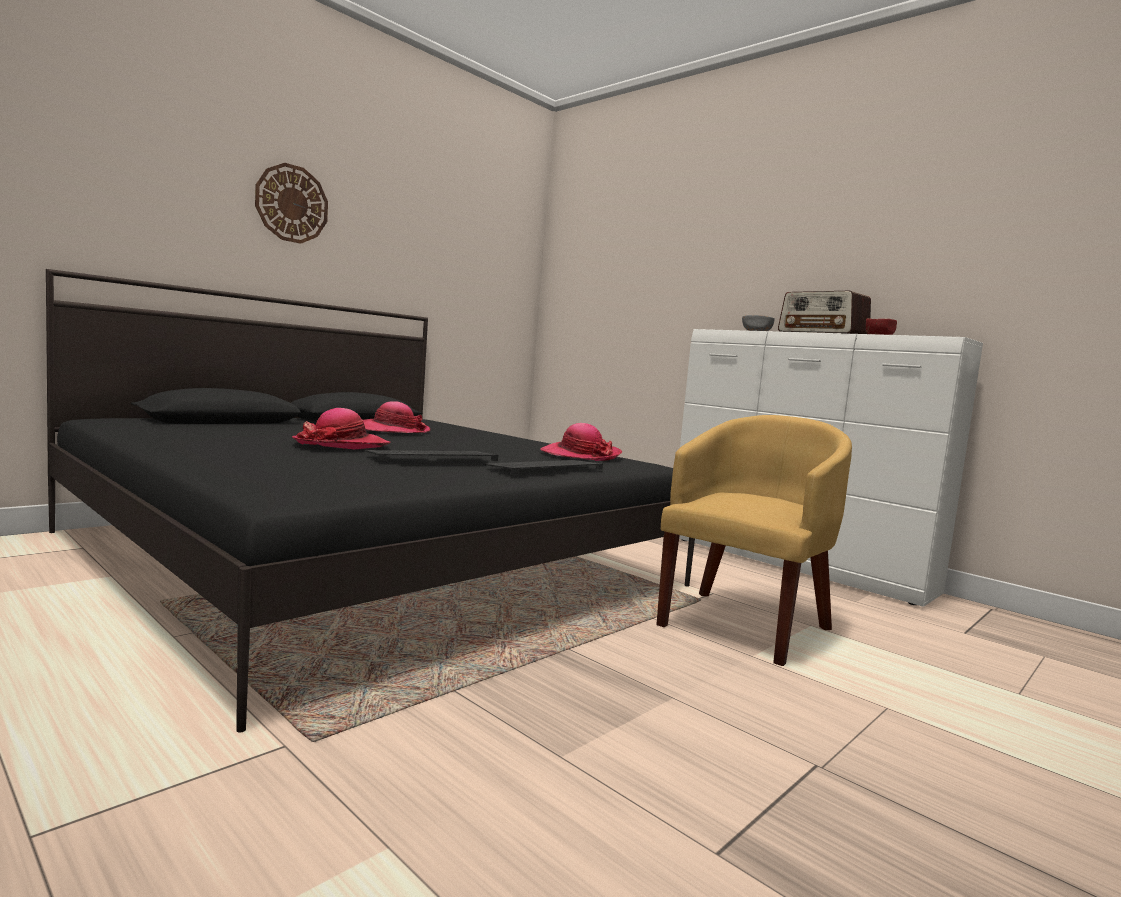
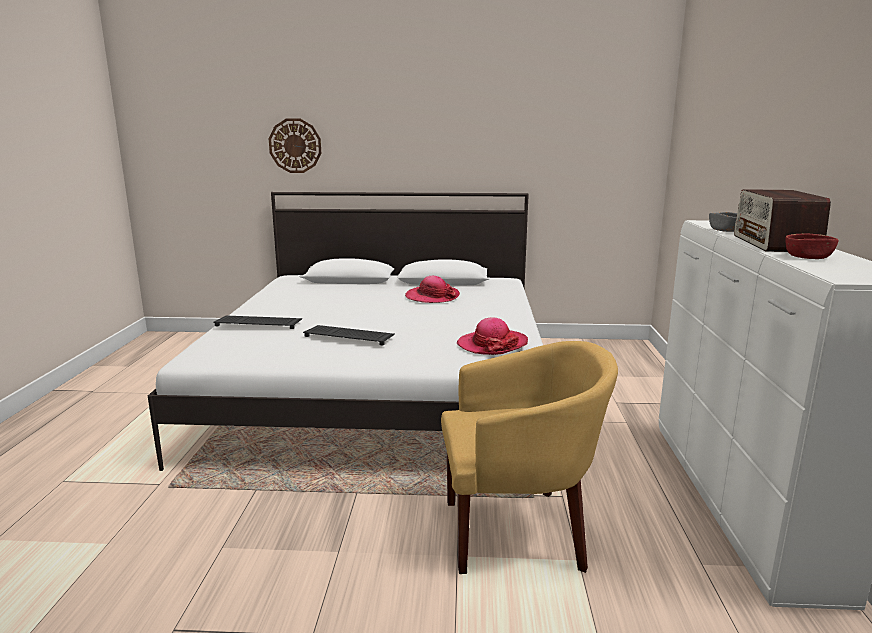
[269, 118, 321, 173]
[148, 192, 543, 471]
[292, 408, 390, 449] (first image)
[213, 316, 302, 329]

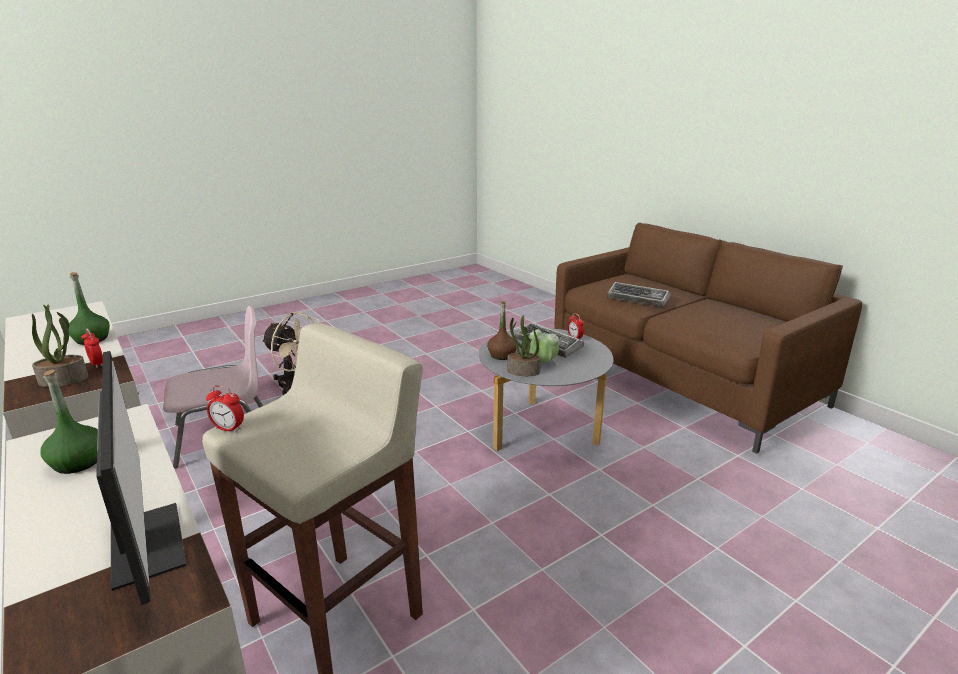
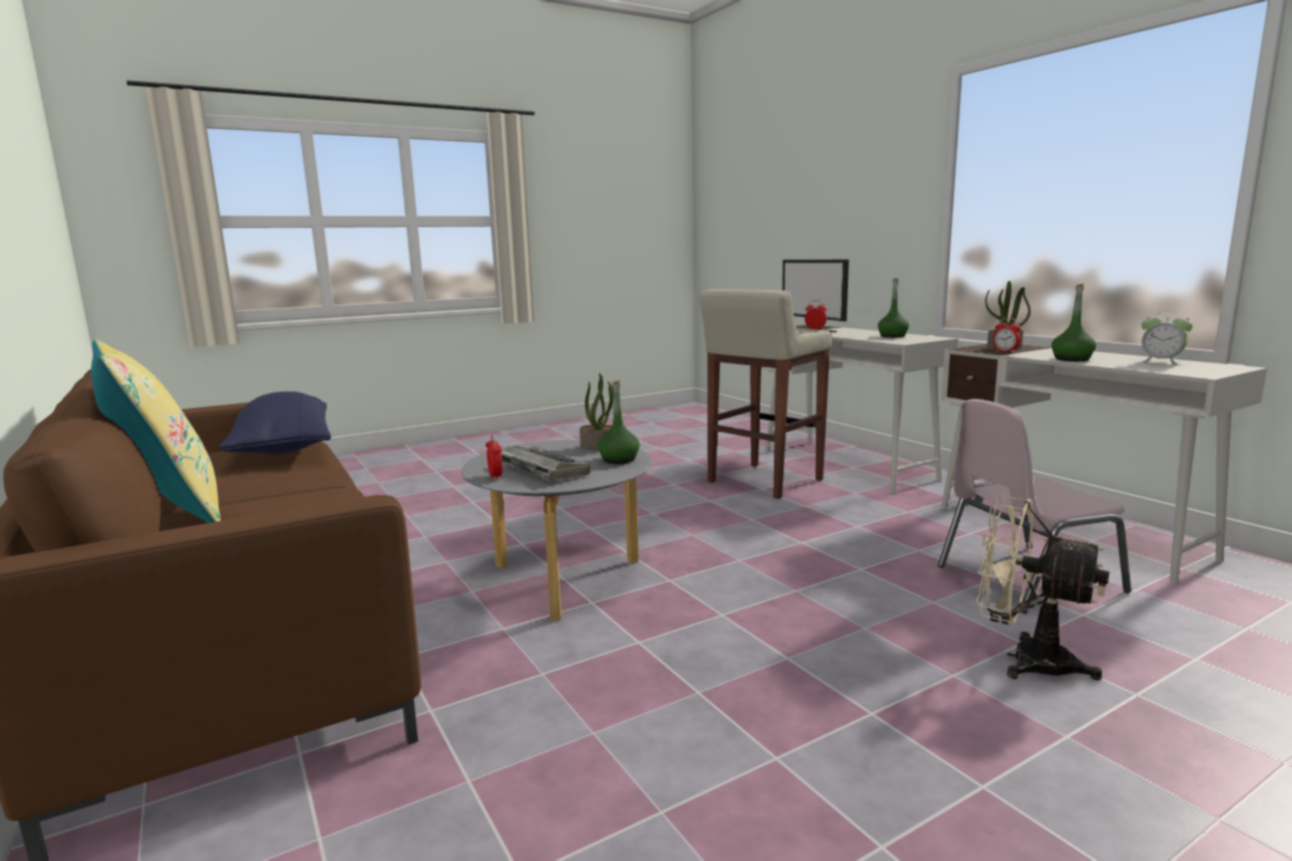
[607, 282, 670, 307] (first image)
[598, 381, 640, 464]
[1141, 310, 1193, 365]
[91, 340, 221, 523]
[219, 391, 331, 454]

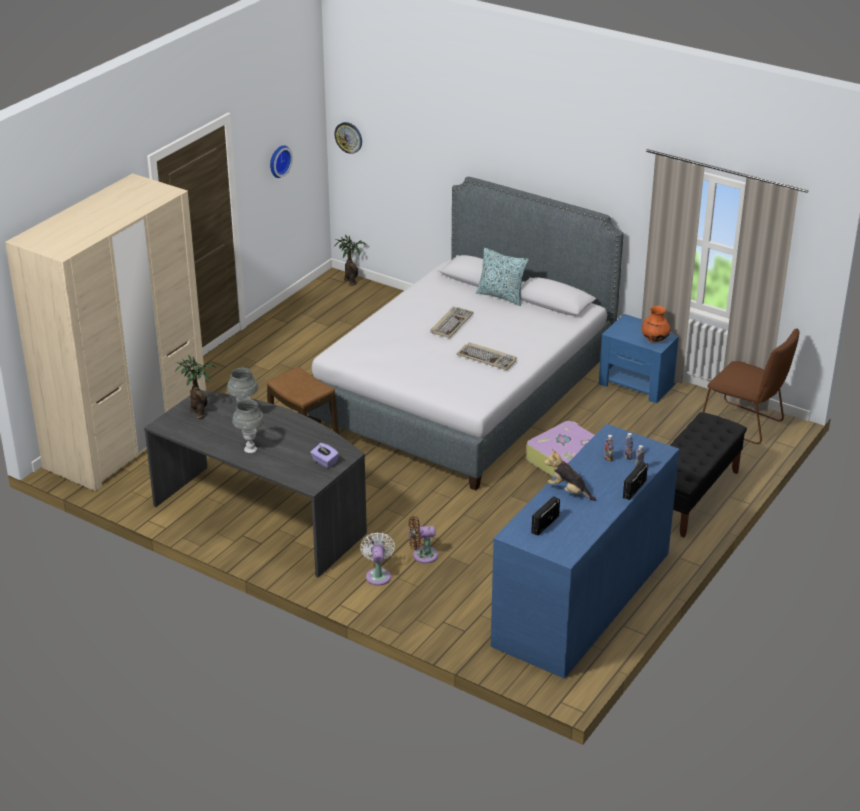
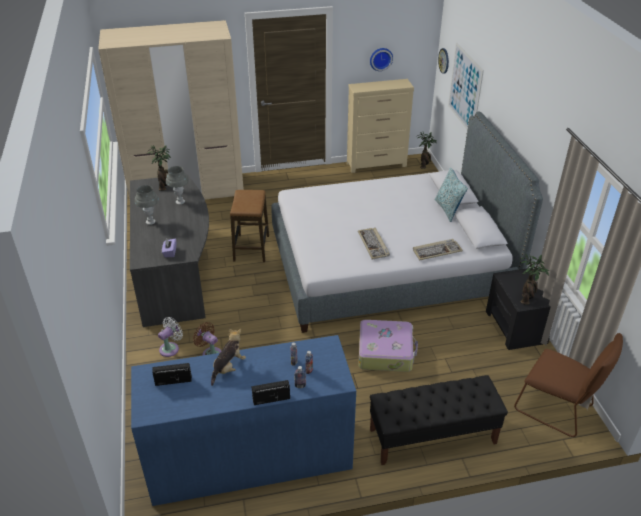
[413, 239, 463, 260]
[519, 254, 549, 305]
[486, 268, 551, 350]
[514, 333, 623, 437]
[211, 329, 246, 386]
[448, 43, 484, 129]
[347, 79, 414, 173]

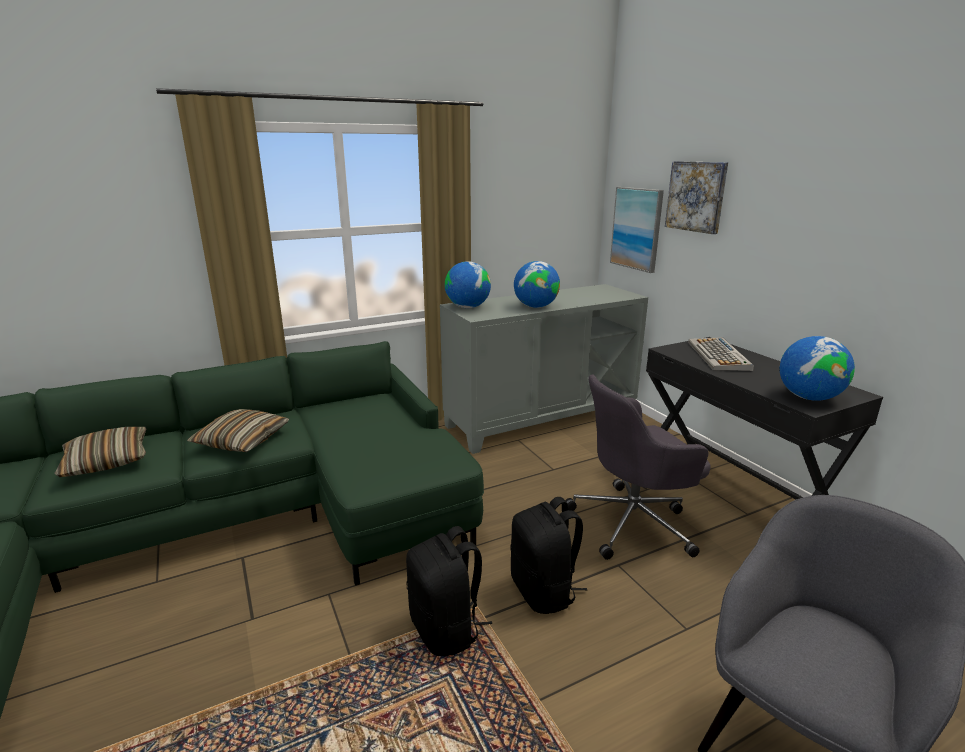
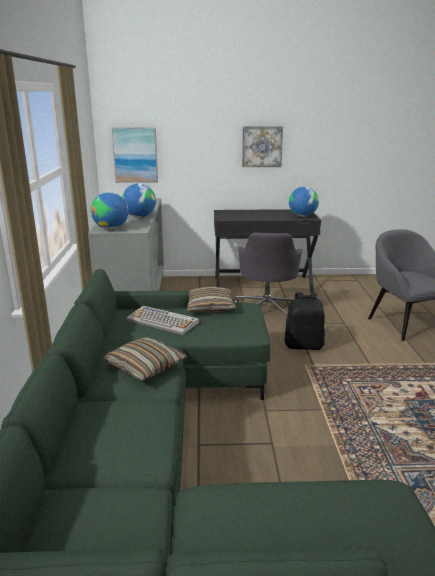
[242, 126, 283, 167]
[126, 306, 199, 335]
[187, 287, 236, 313]
[406, 526, 492, 656] (first image)

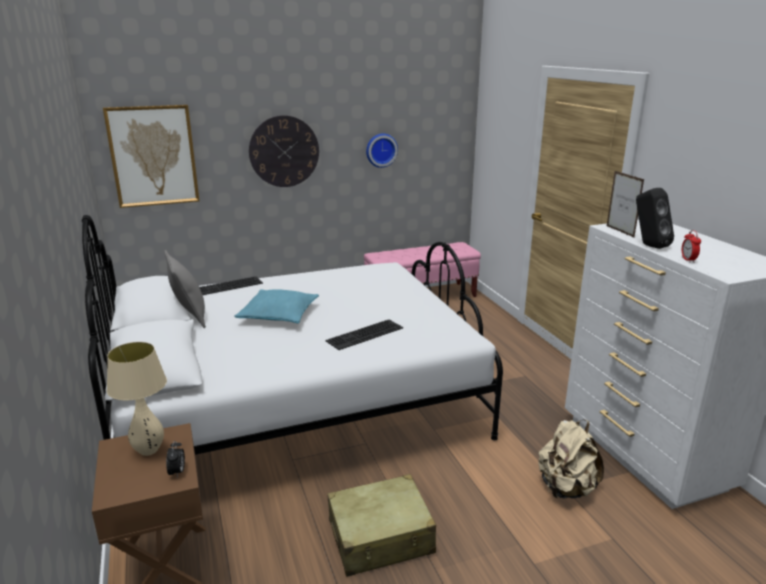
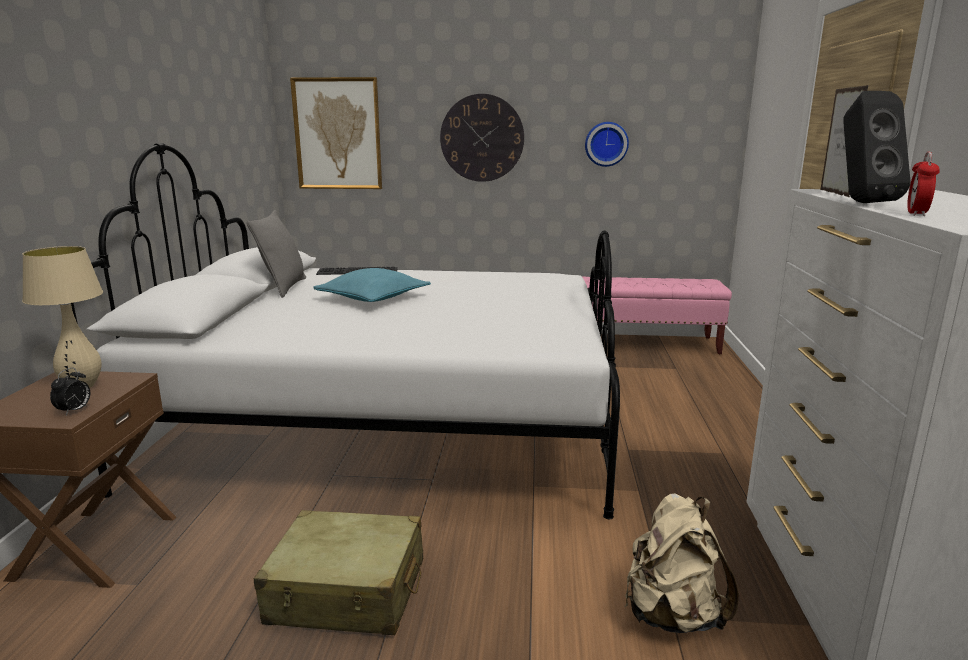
[325, 320, 403, 350] (first image)

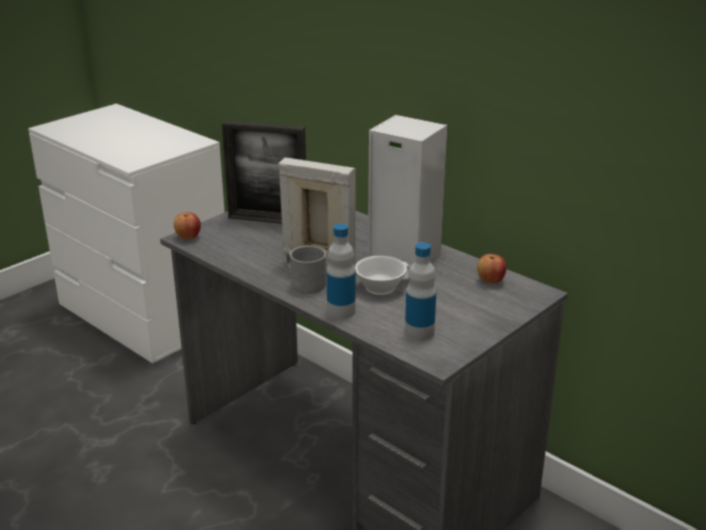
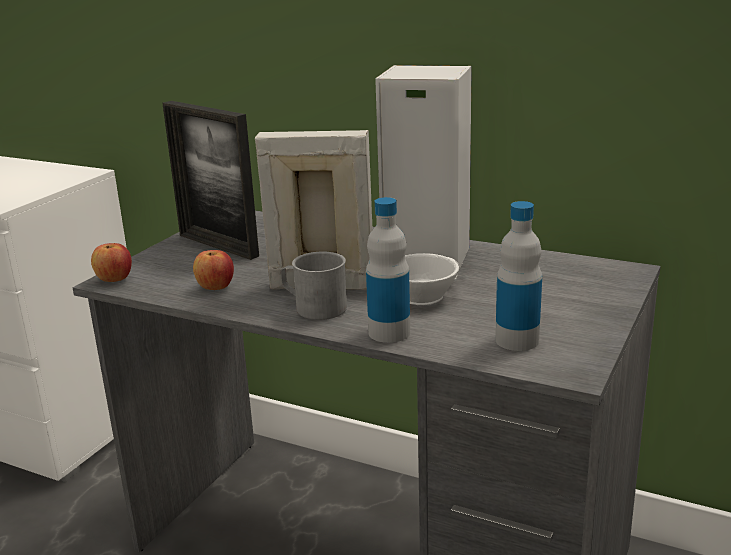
[162, 101, 259, 260]
[193, 250, 234, 290]

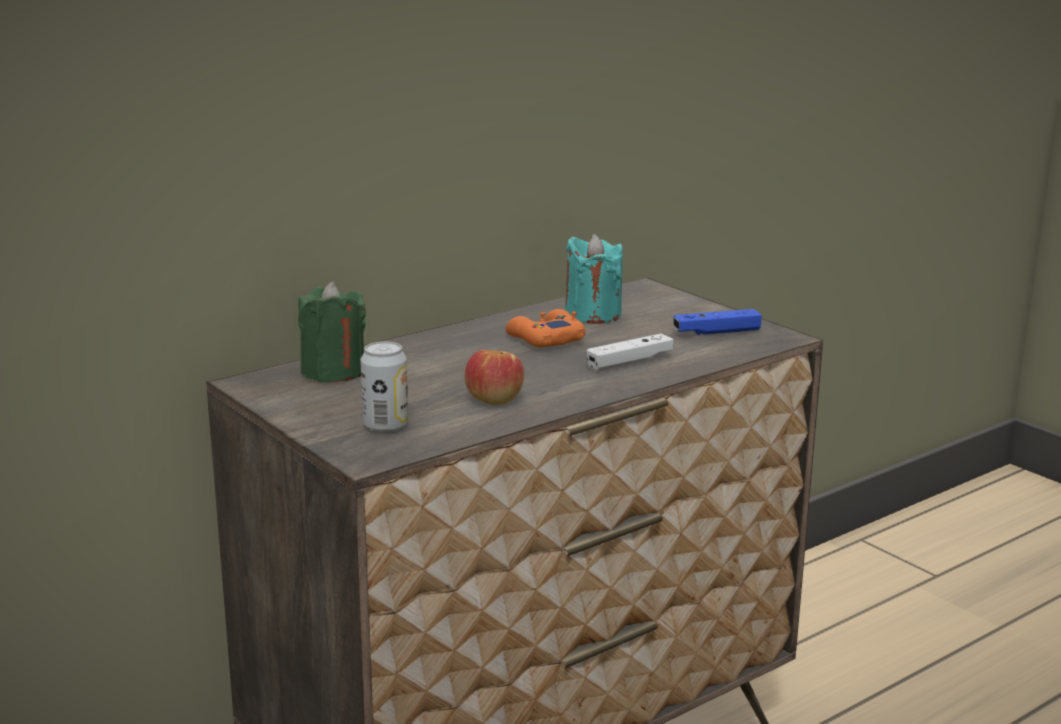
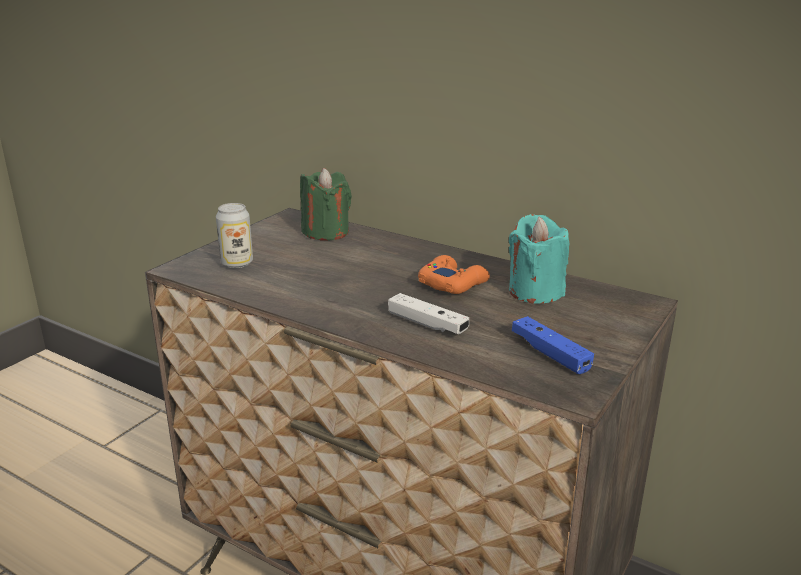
[464, 350, 524, 405] (first image)

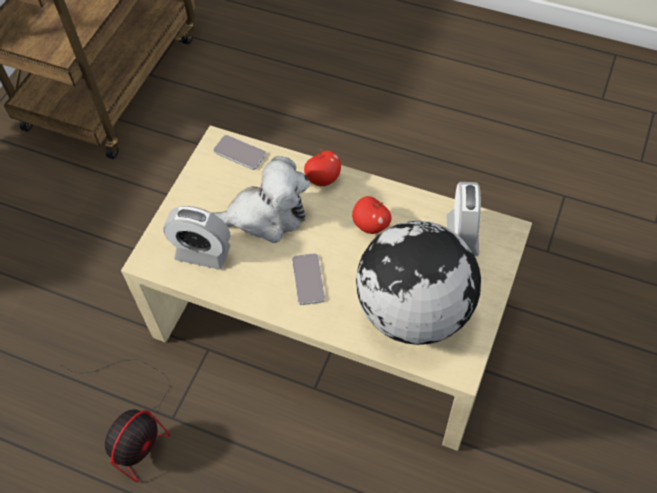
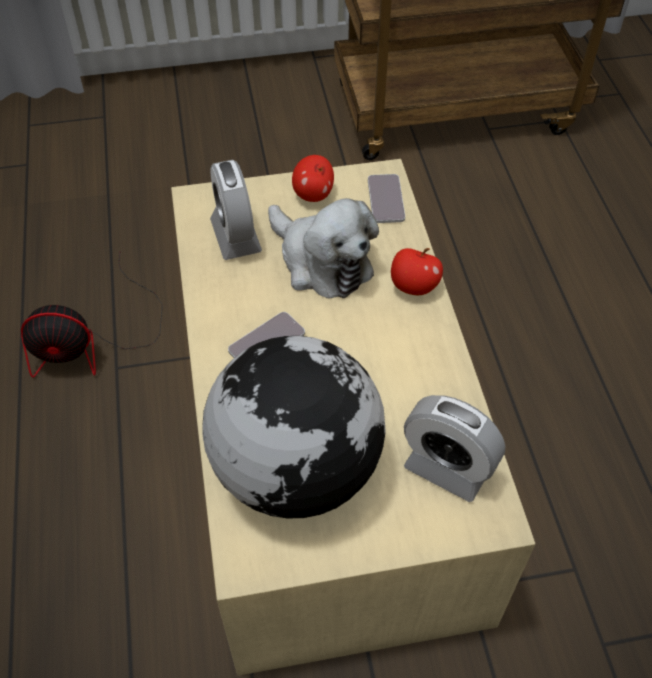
[404, 395, 505, 502]
[292, 155, 334, 202]

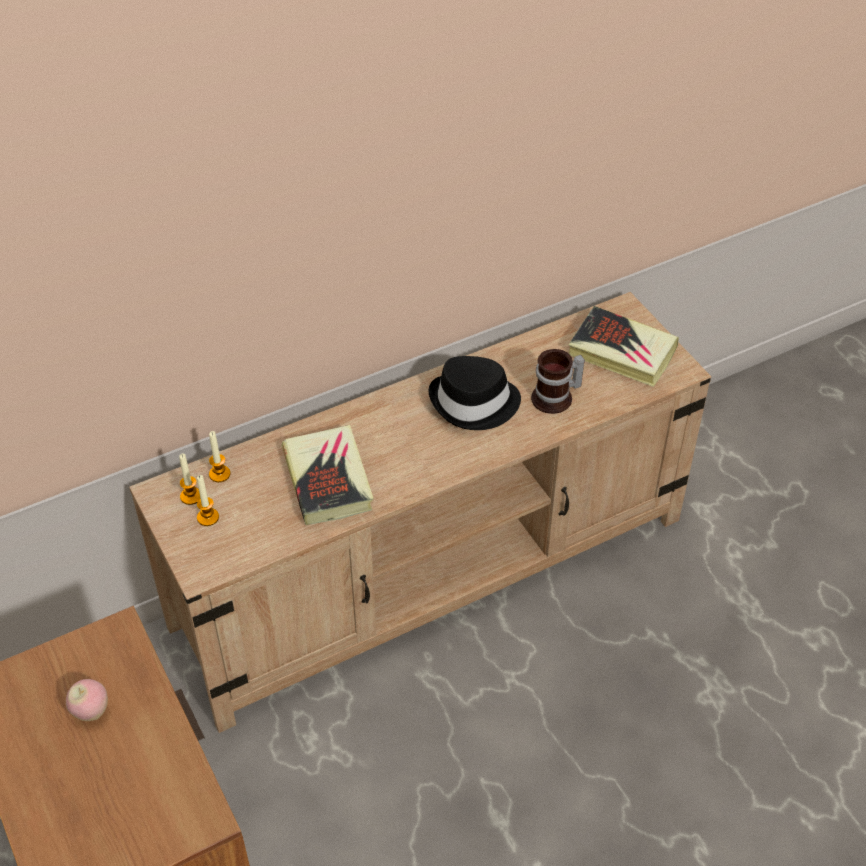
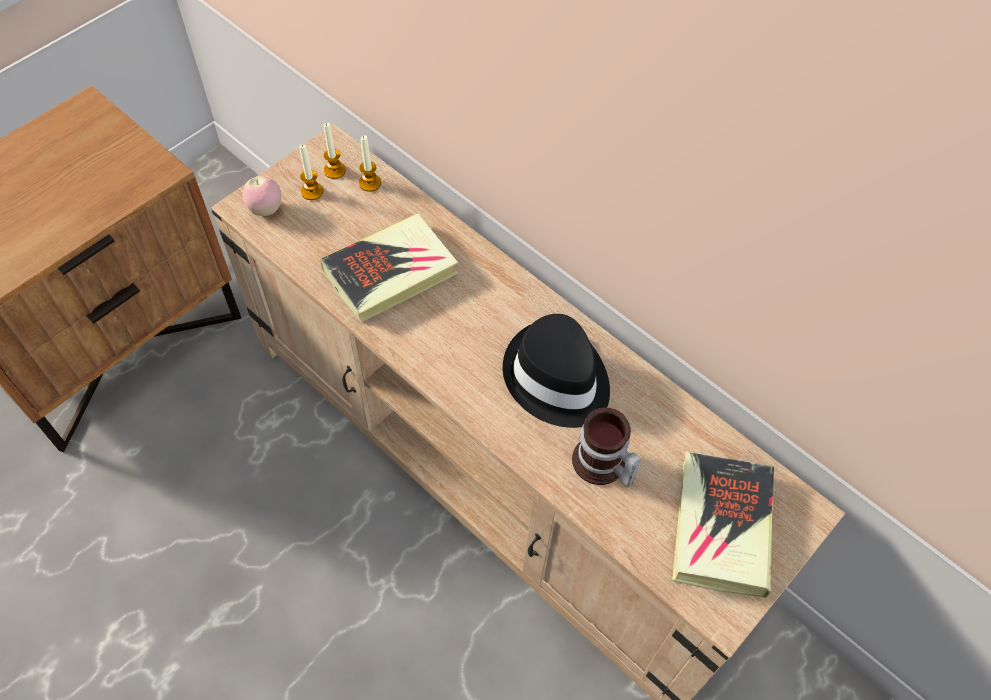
[243, 176, 281, 216]

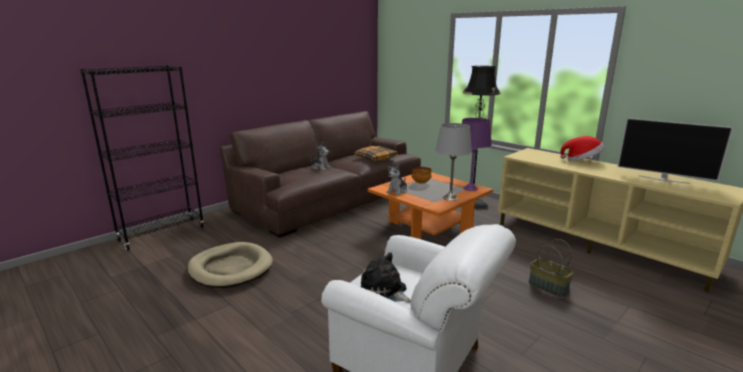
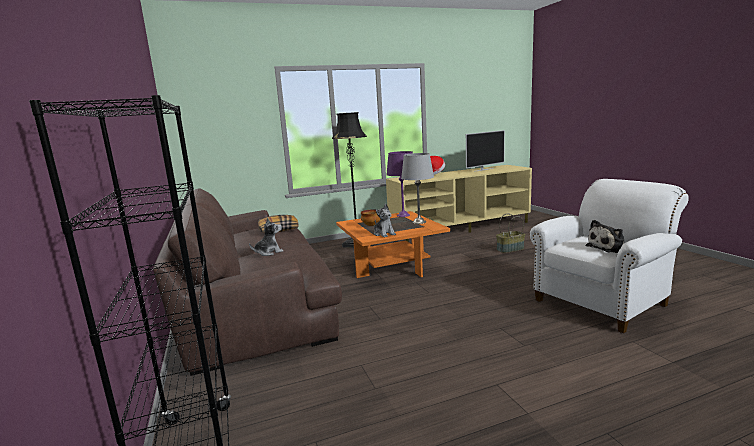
[187, 242, 273, 288] (first image)

